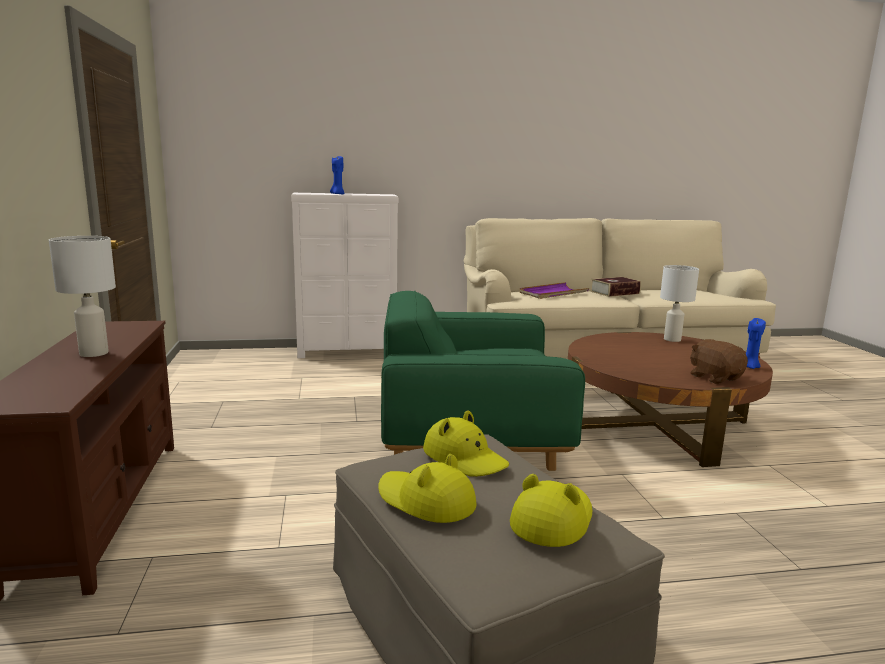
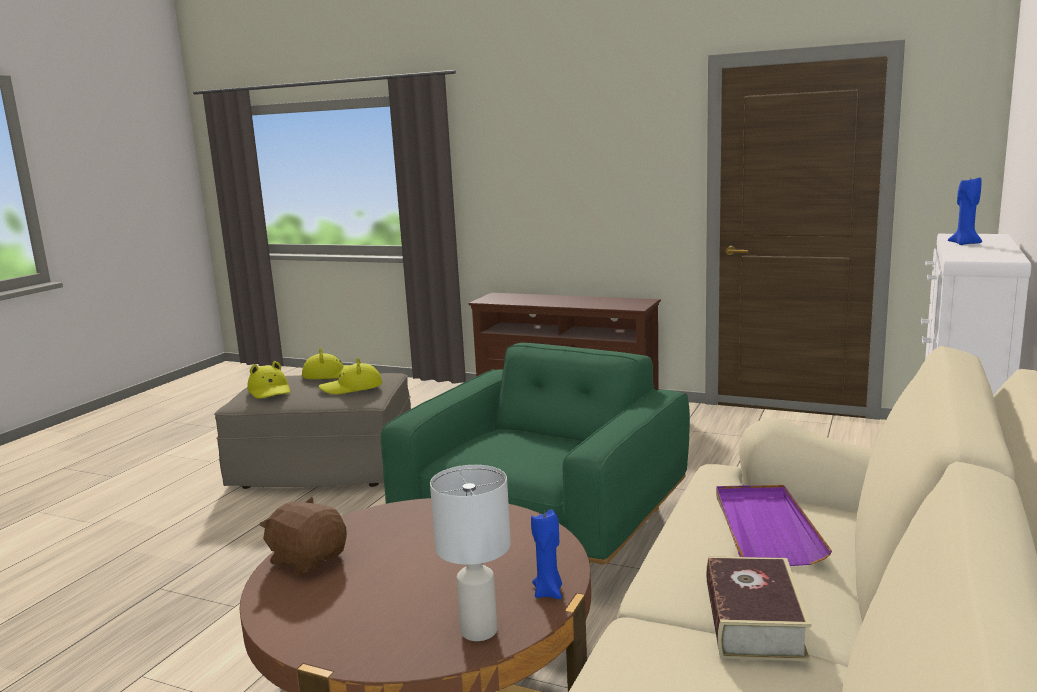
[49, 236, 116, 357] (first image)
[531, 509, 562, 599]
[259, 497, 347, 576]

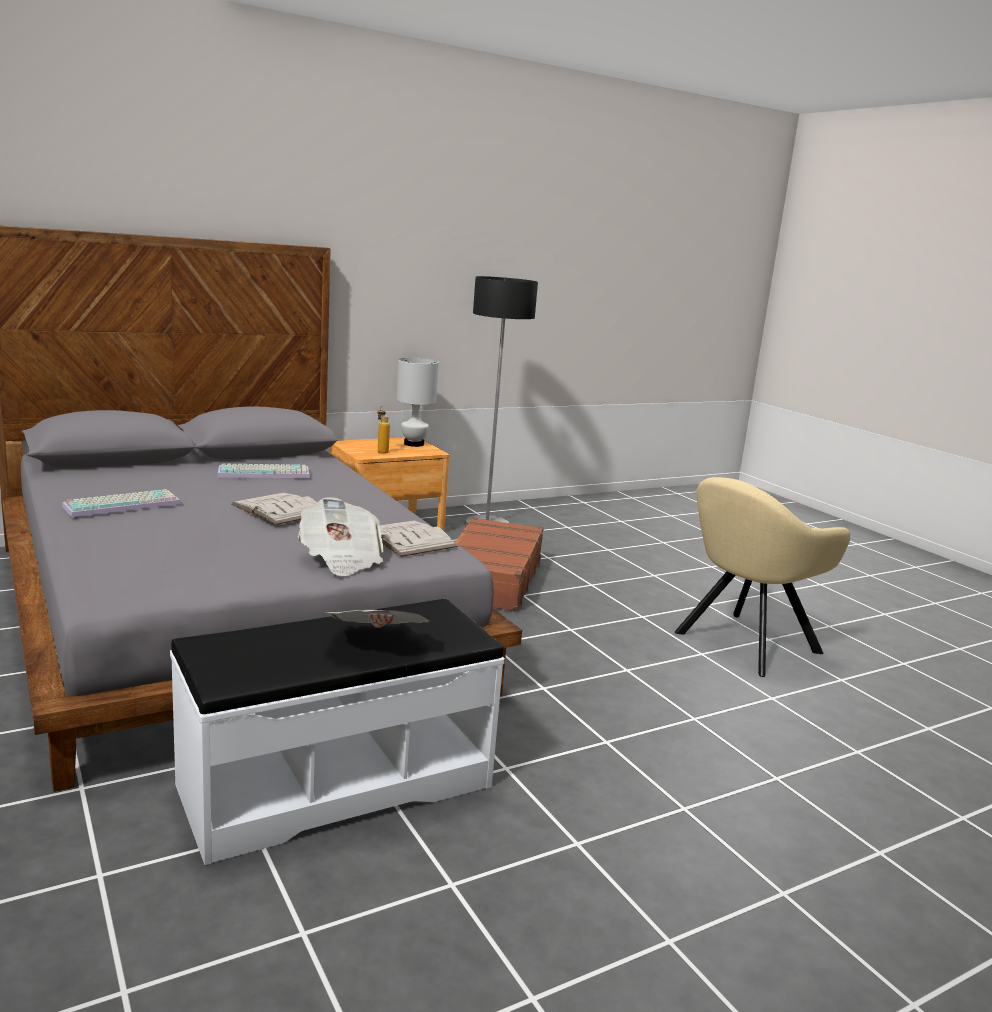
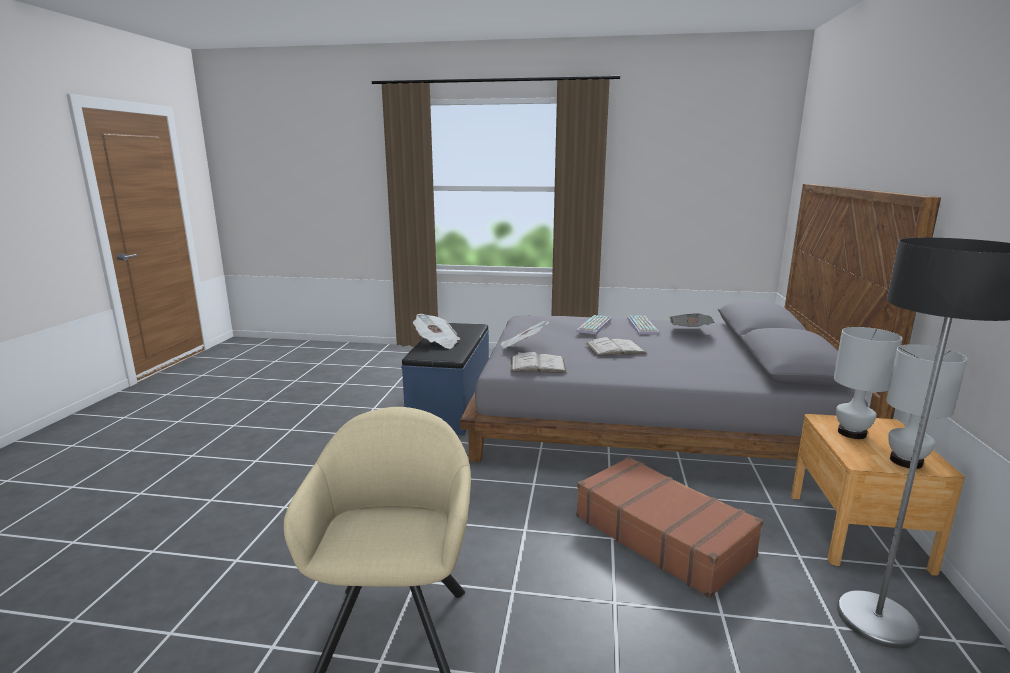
[834, 327, 903, 439]
[576, 315, 611, 334]
[401, 323, 489, 435]
[669, 313, 714, 327]

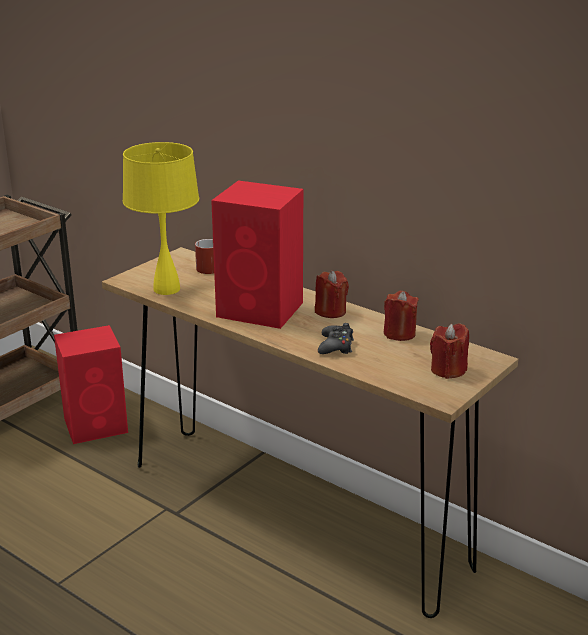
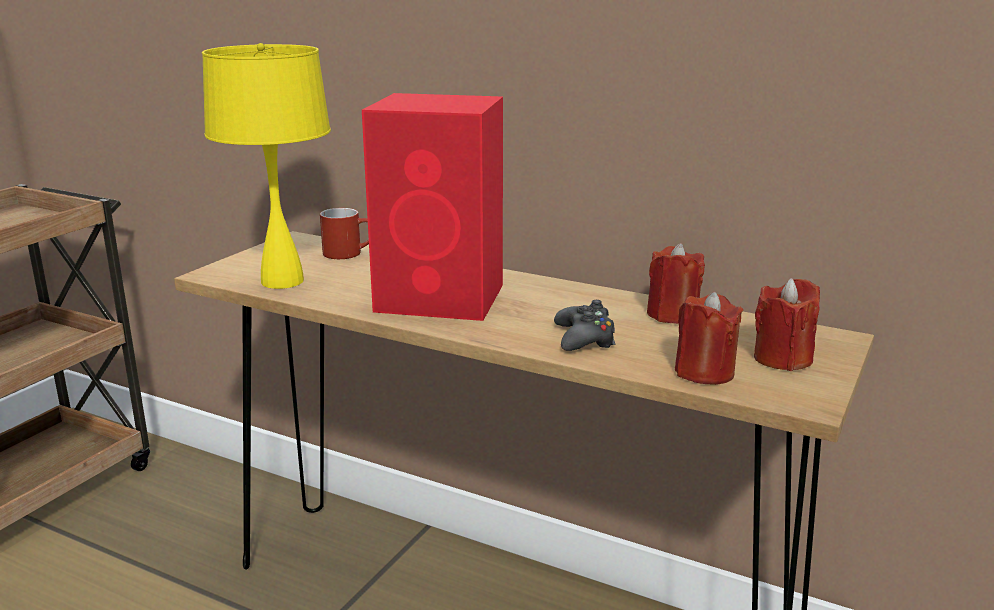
[675, 292, 743, 385]
[54, 325, 128, 444] (first image)

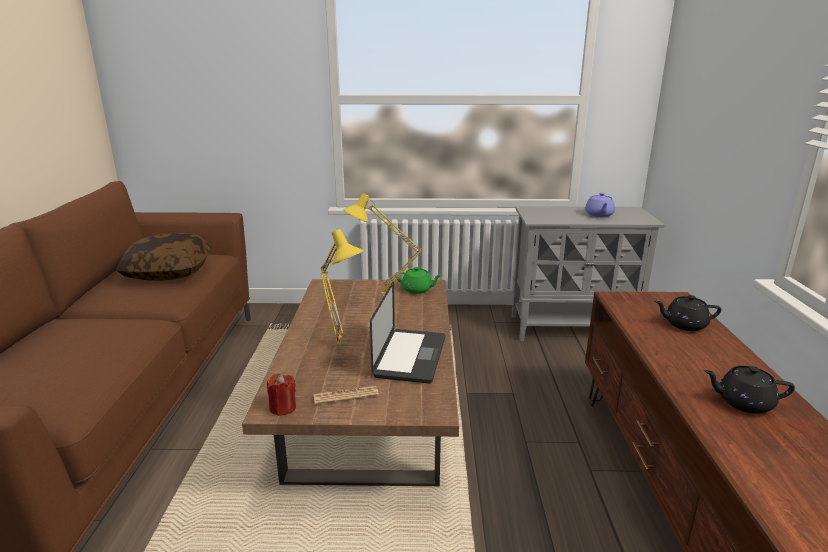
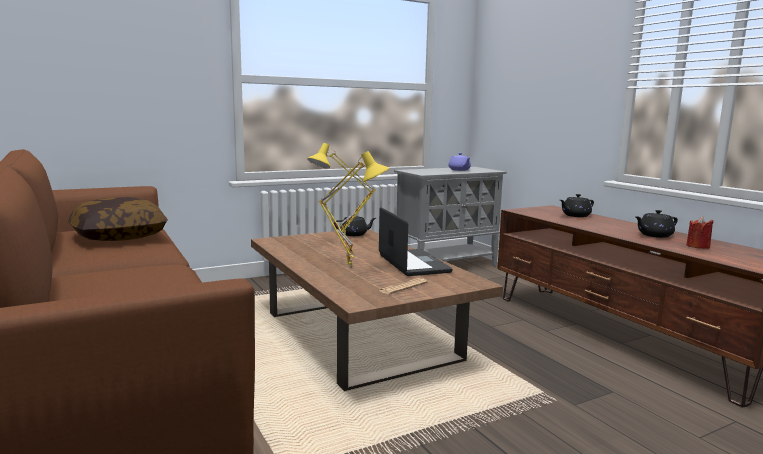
[334, 215, 376, 236]
[686, 217, 714, 249]

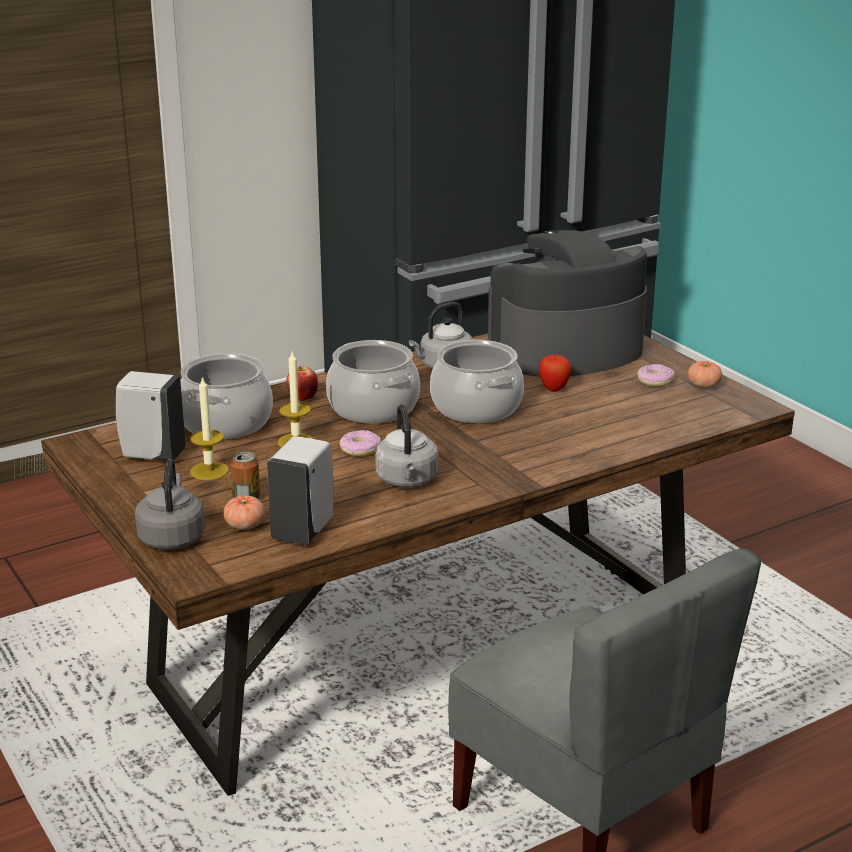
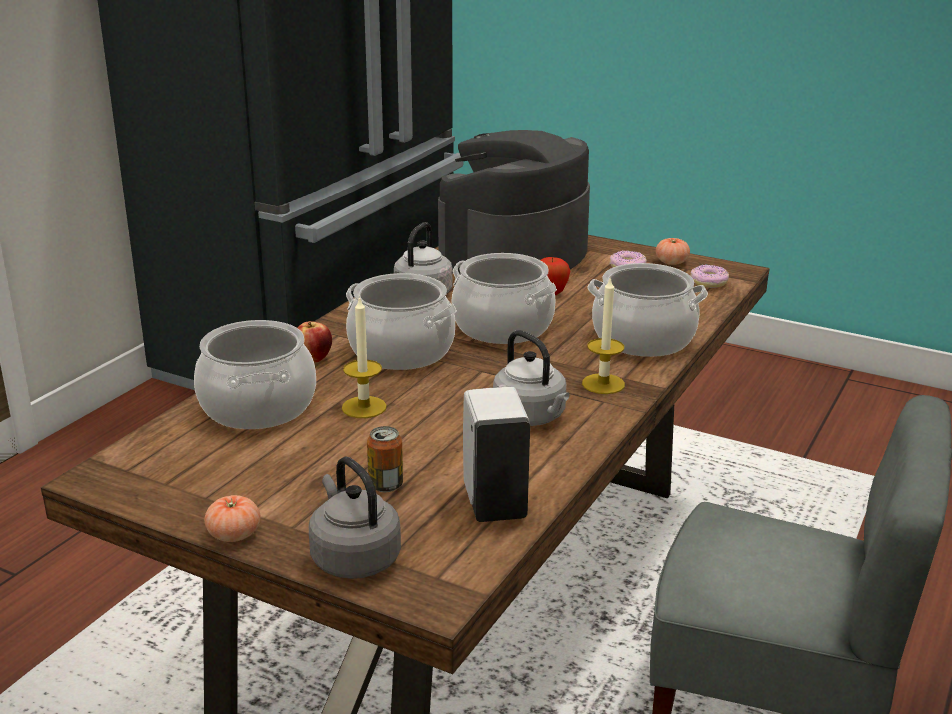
[116, 371, 186, 461] (first image)
[582, 278, 625, 394]
[691, 264, 729, 288]
[204, 495, 260, 542]
[588, 263, 708, 357]

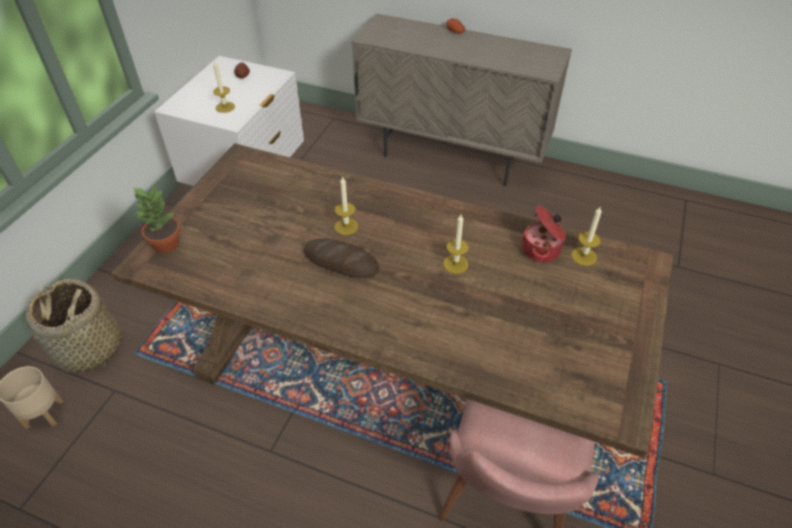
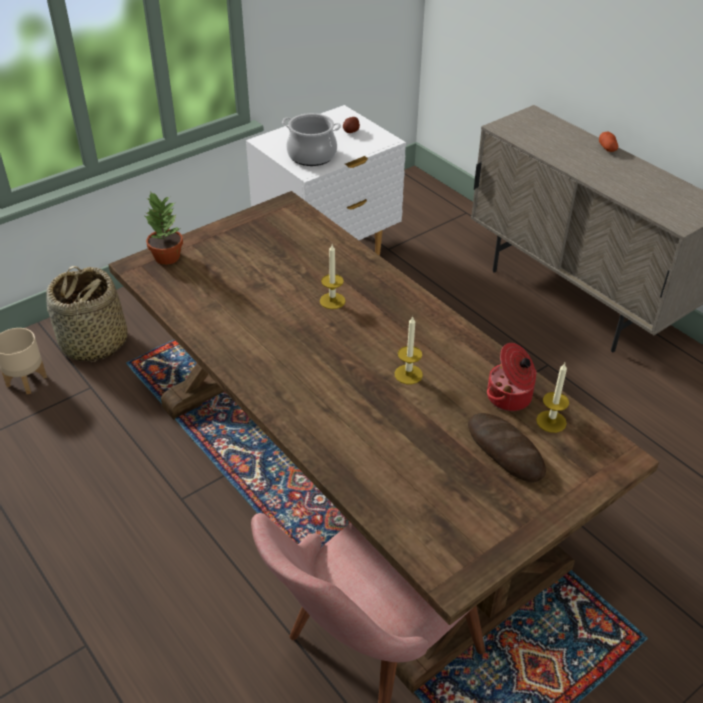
[282, 113, 341, 166]
[468, 413, 546, 483]

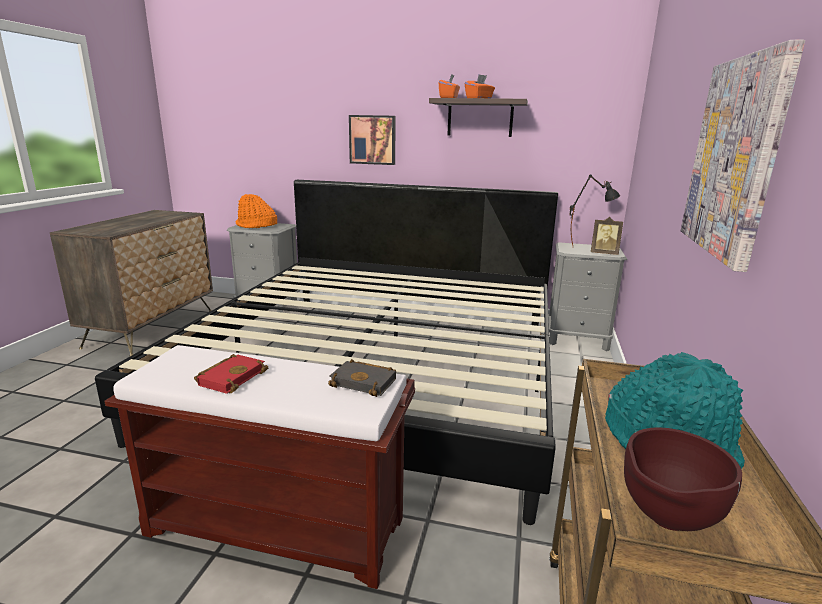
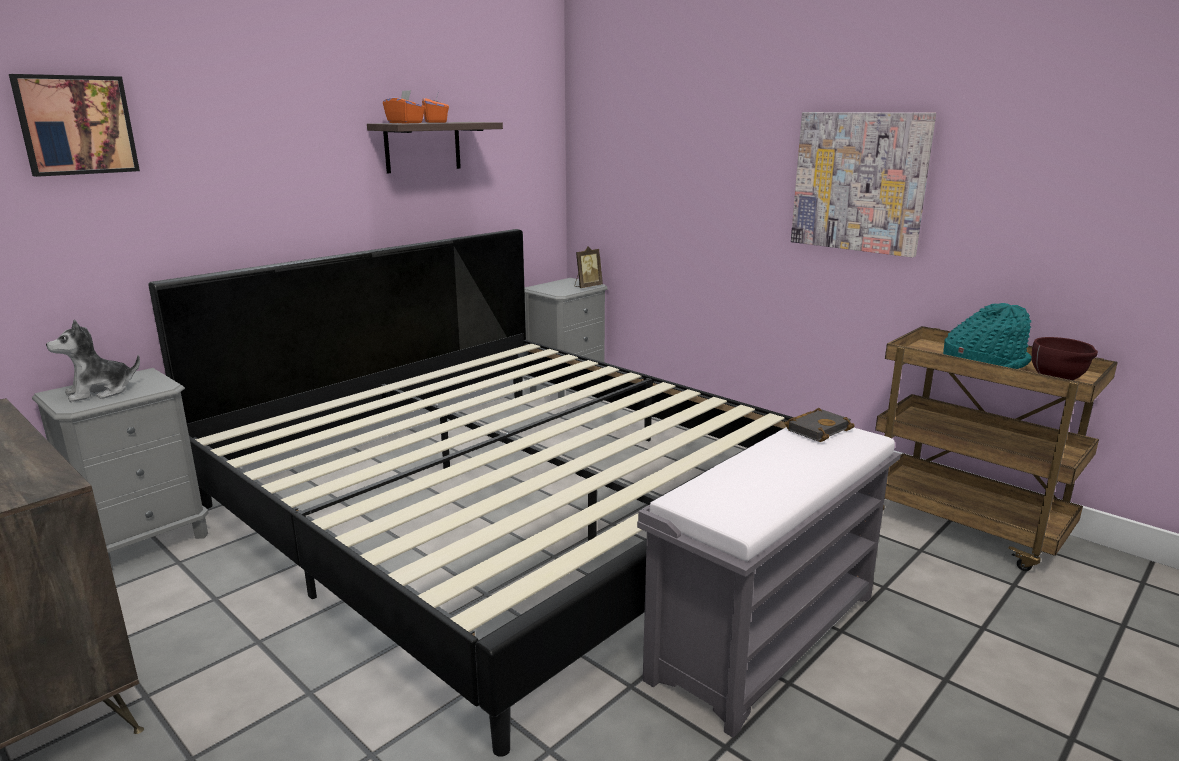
[9, 74, 140, 177]
[569, 174, 621, 248] (first image)
[46, 320, 140, 402]
[637, 427, 901, 738]
[194, 354, 268, 394] (first image)

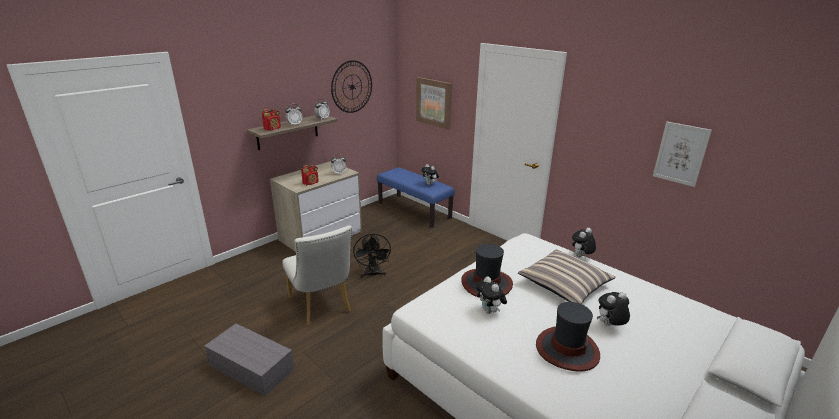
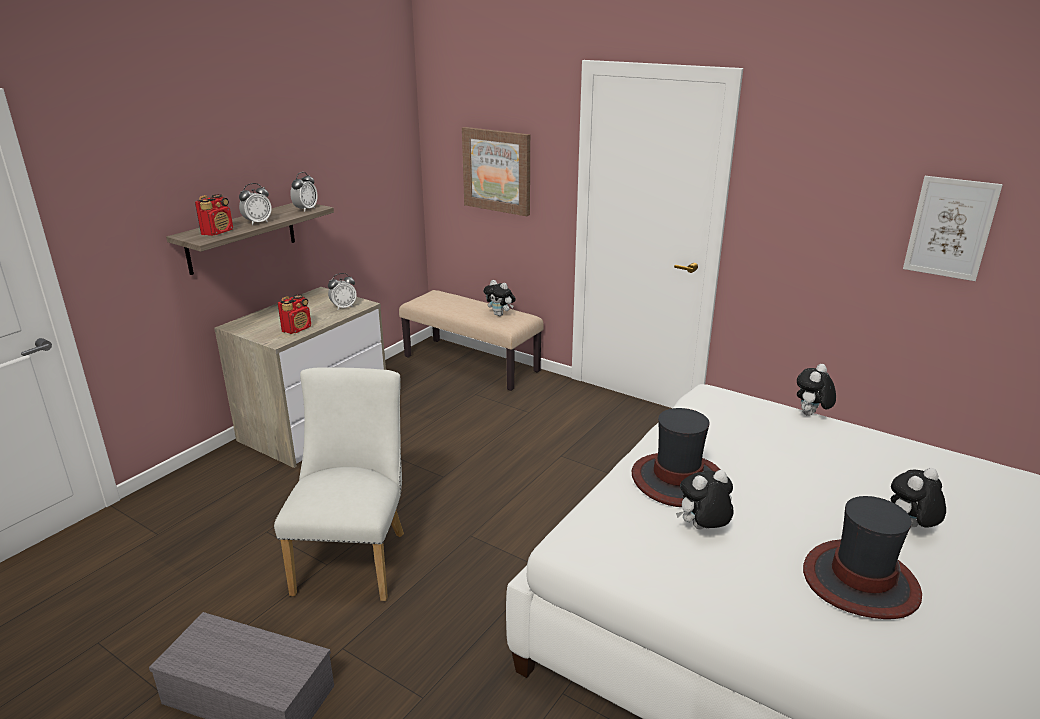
[331, 60, 372, 113] (first image)
[399, 290, 544, 391]
[274, 367, 404, 601]
[353, 233, 392, 278] (first image)
[518, 249, 616, 304] (first image)
[676, 470, 734, 530]

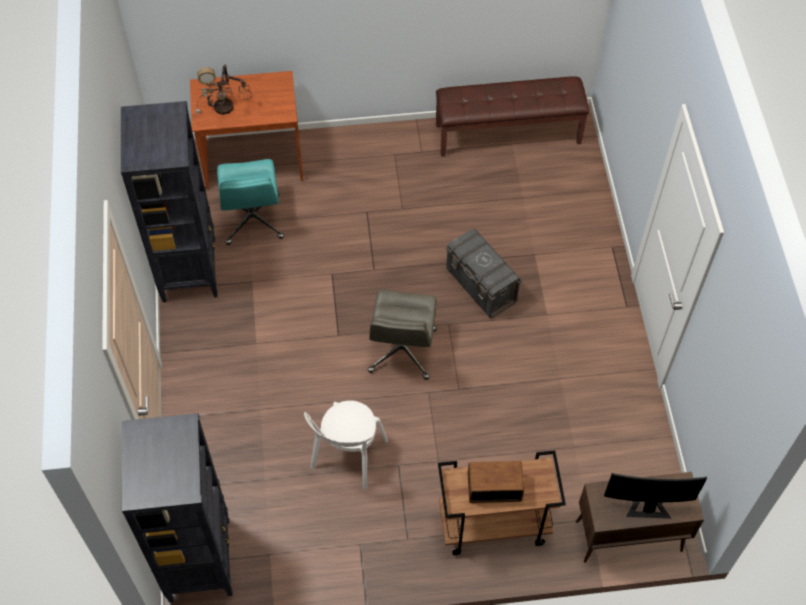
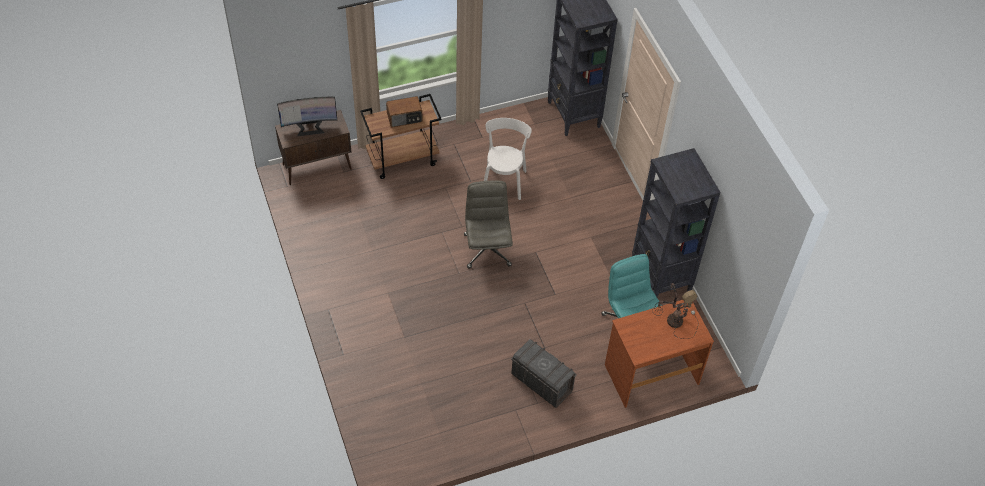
[436, 76, 589, 157] (first image)
[511, 339, 577, 408]

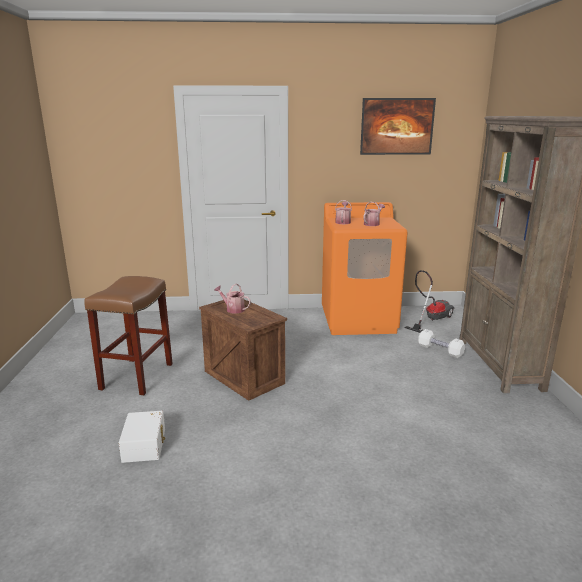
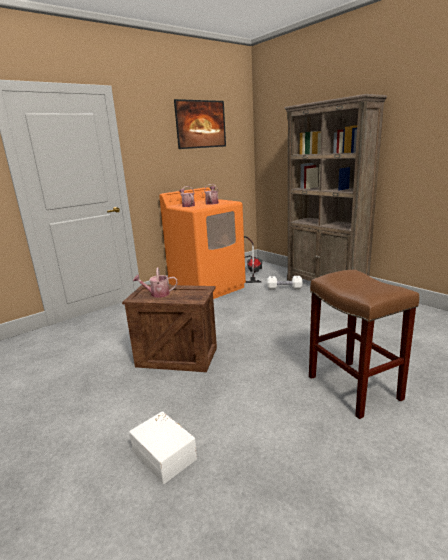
[309, 270, 419, 419]

